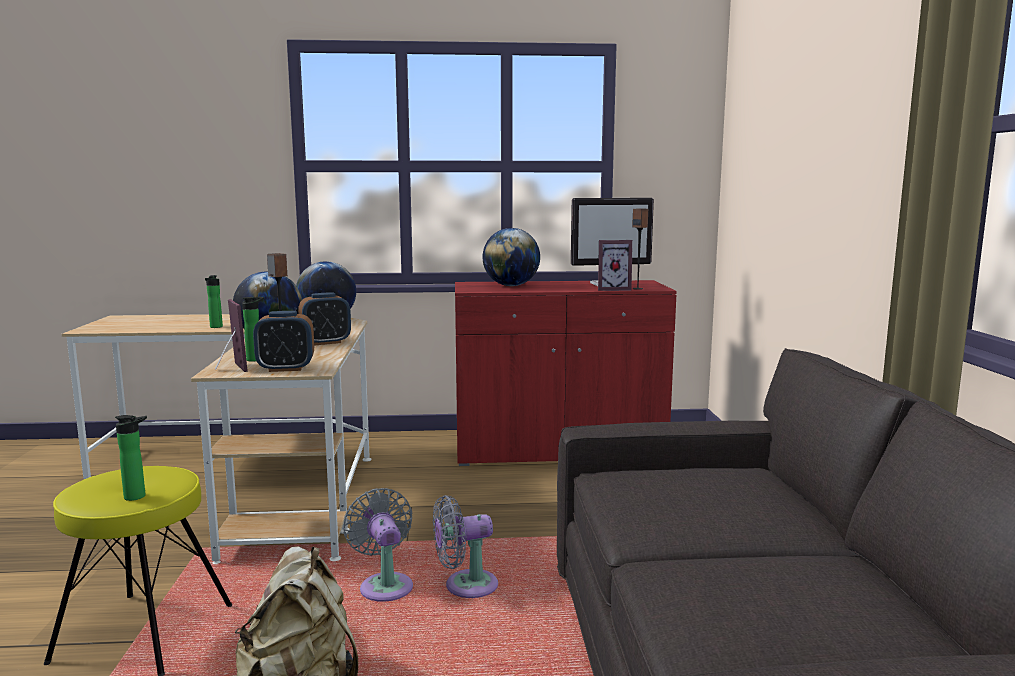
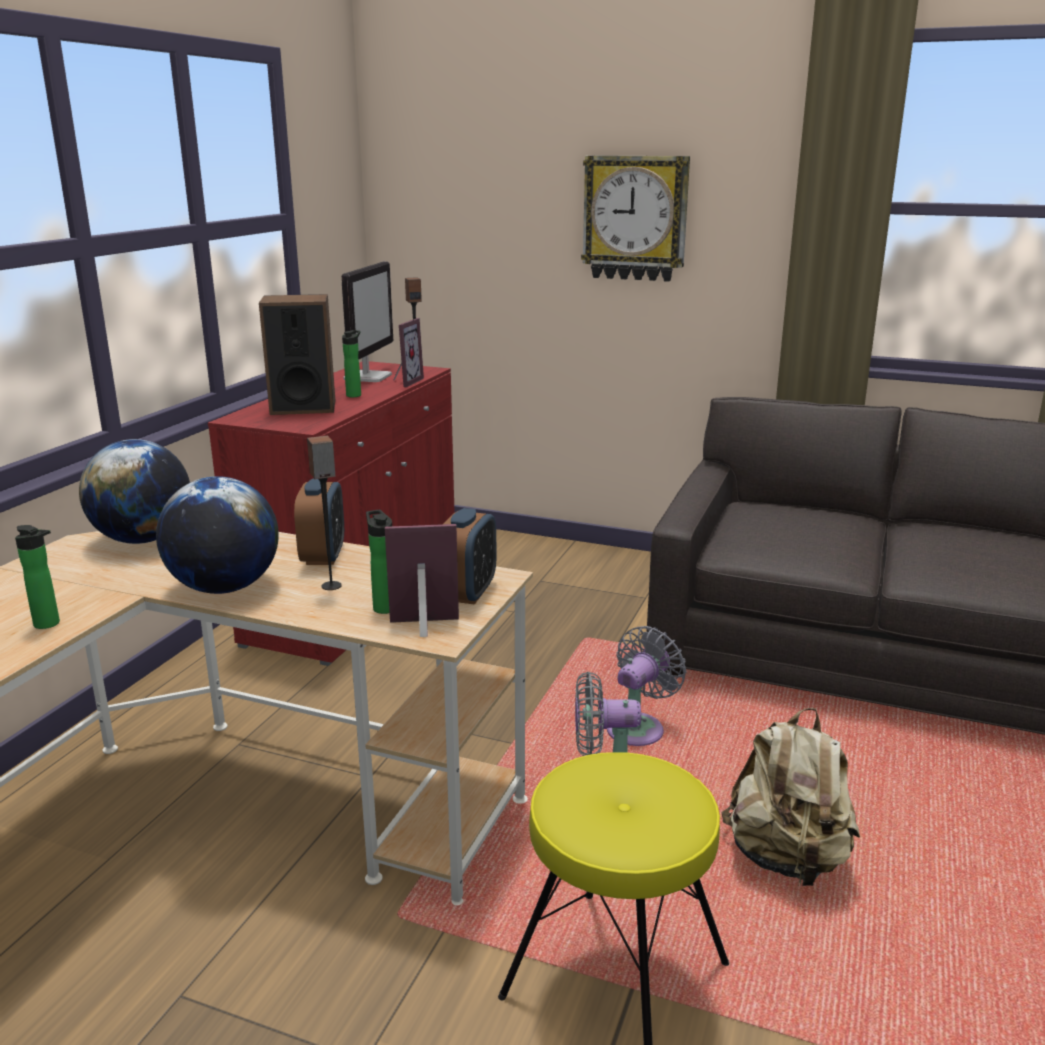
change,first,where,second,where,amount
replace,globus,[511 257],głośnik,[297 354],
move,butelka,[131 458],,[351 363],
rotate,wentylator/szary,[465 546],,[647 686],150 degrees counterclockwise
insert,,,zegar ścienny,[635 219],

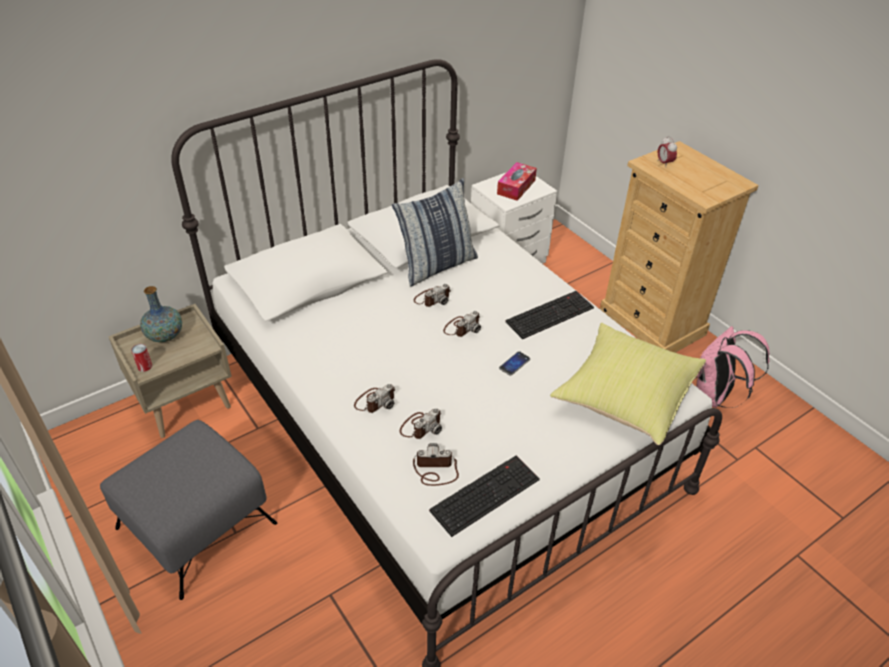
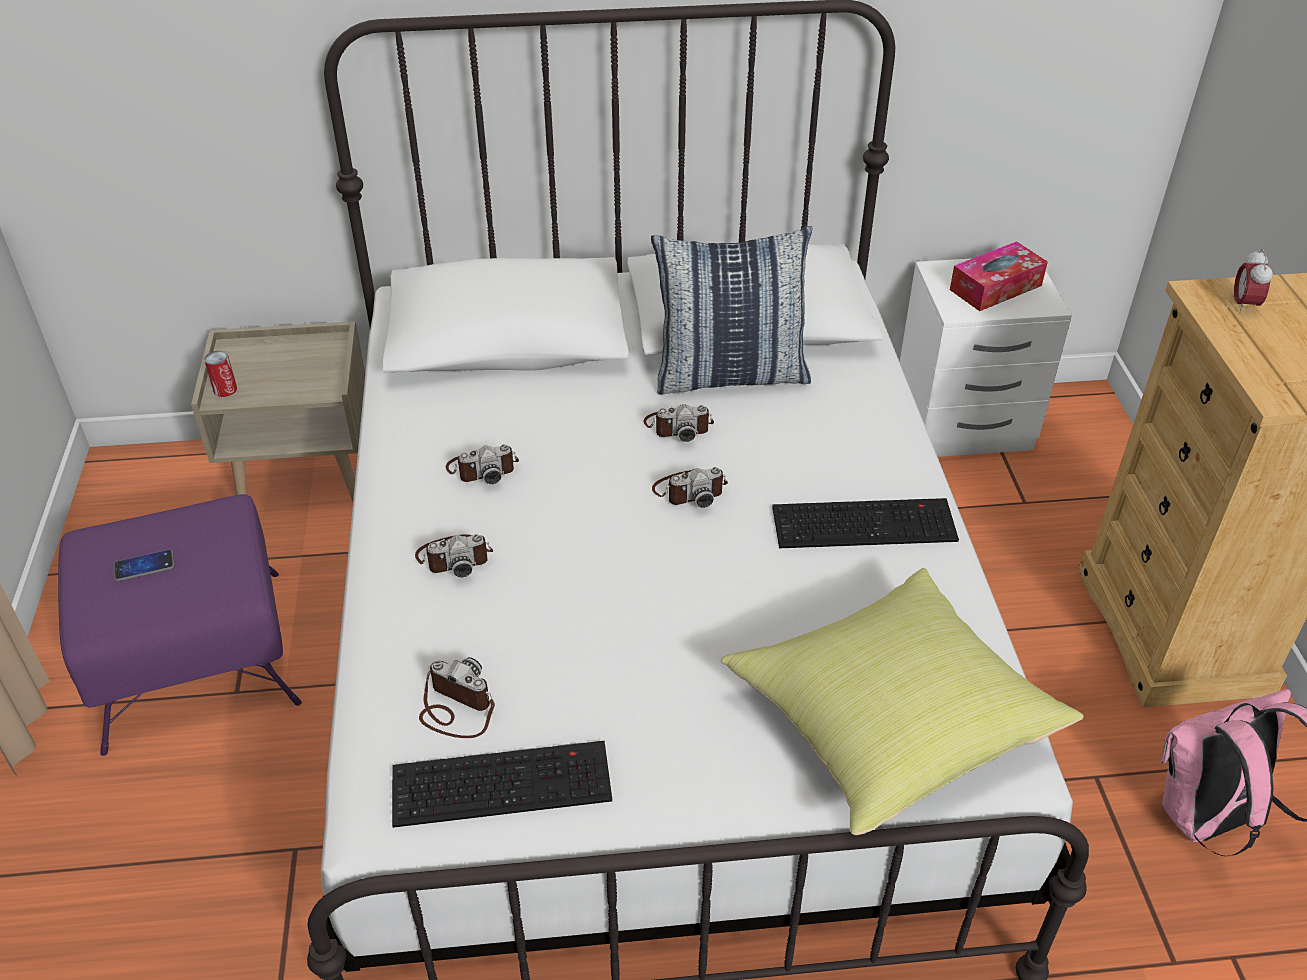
change,first,where,second,where,amount
delete,wazon,[161 314],,,
move,telefon,[514 363],,[144 565],
move,aparat fotograficzny,[421 423],,[482 464],
recolor,pufa/szary,[188 510],pufa/fioletowy,[180 625],

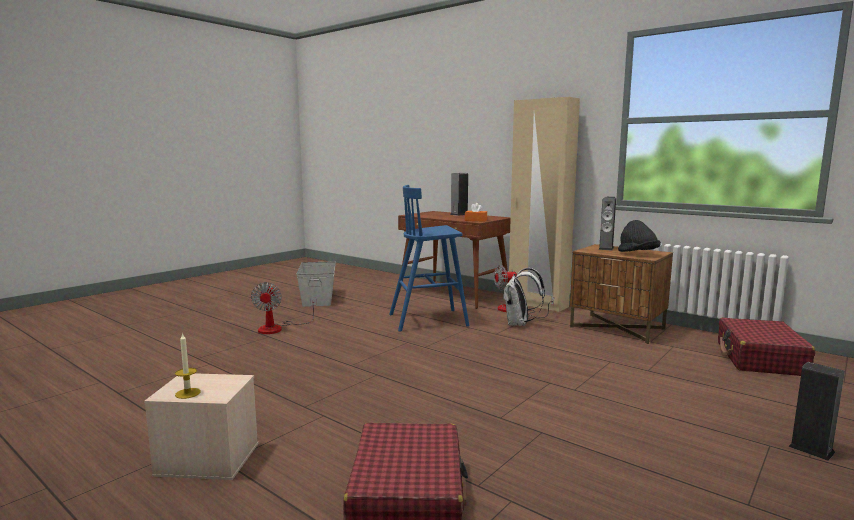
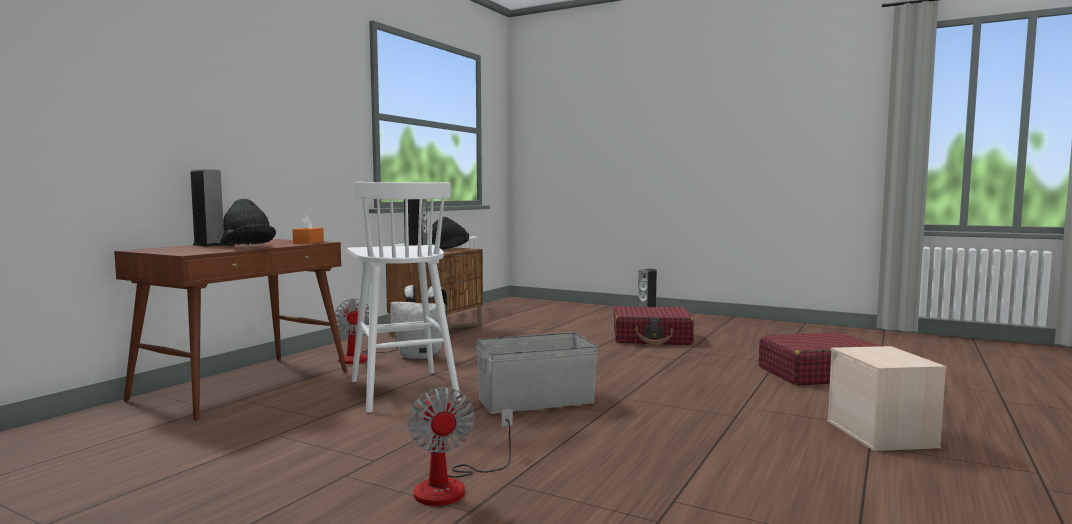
change,first,where,second,where,amount
delete,szafa/beżowy,[544 204],,,
recolor,stołek/niebieski,[429 258],stołek/biały,[404 297],
move,pojemnik do przechowywania/szary,[316 284],,[537 373],
rotate,wentylator,[283 308],,[460 446],90 degrees clockwise
move,walizka/czerwony,[766 347],,[653 325],
delete,świeca,[188 366],,,
insert,,,kapelusz/czarny,[248 222],

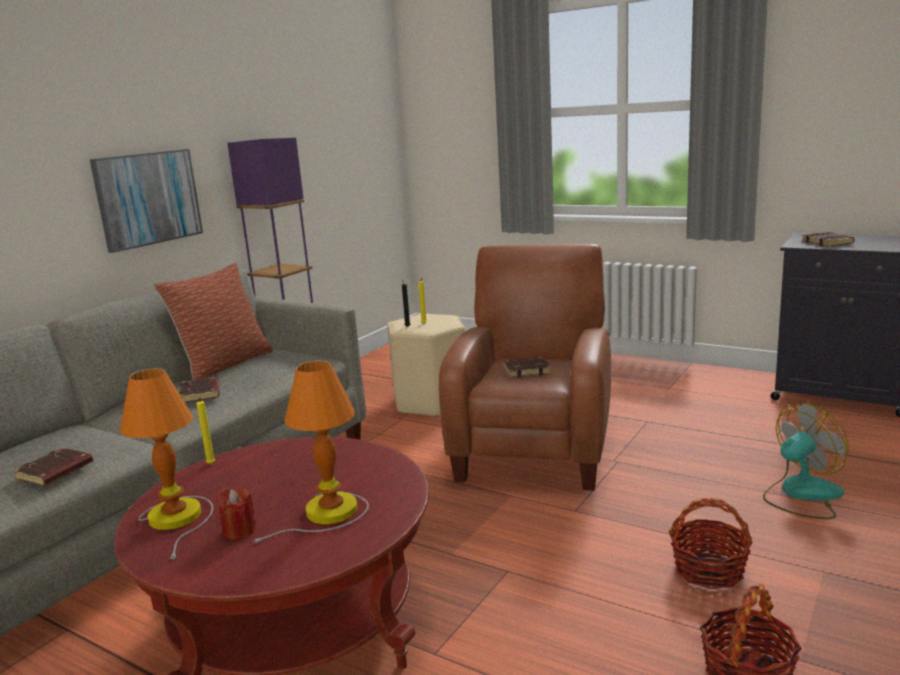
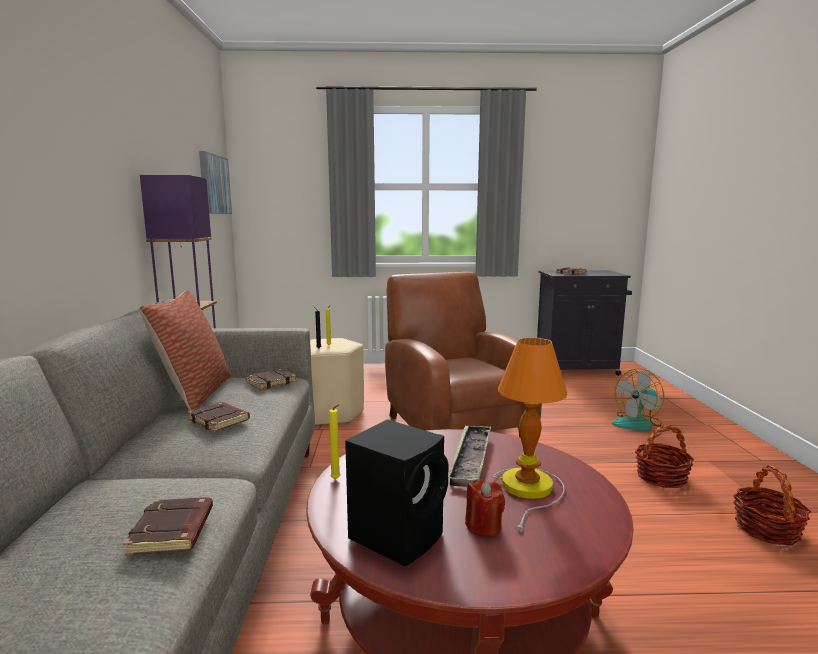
change,first,where,second,where,amount
move,obraz,[146 201],,[215 182],
move,książka/brązowy,[527 367],,[271 379],
replace,lampa stołowa,[166 464],głośnik/czarny,[396 493],
rotate,wentylator,[806 461],,[638 400],150 degrees counterclockwise
insert,,,taca,[469 456],

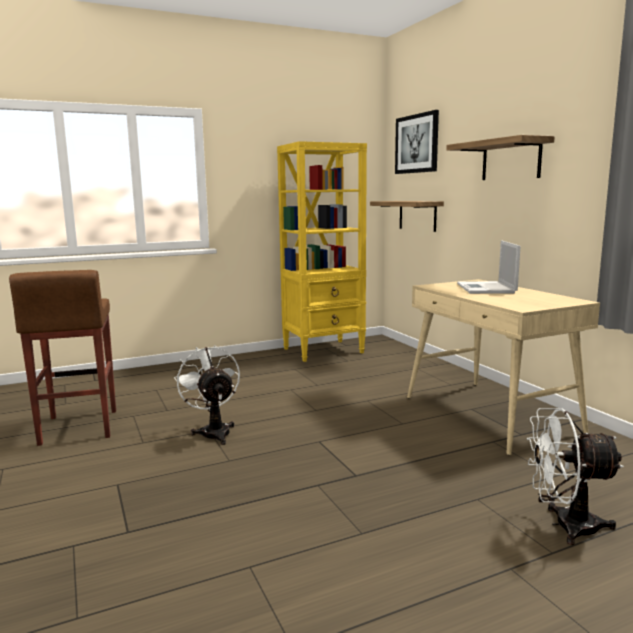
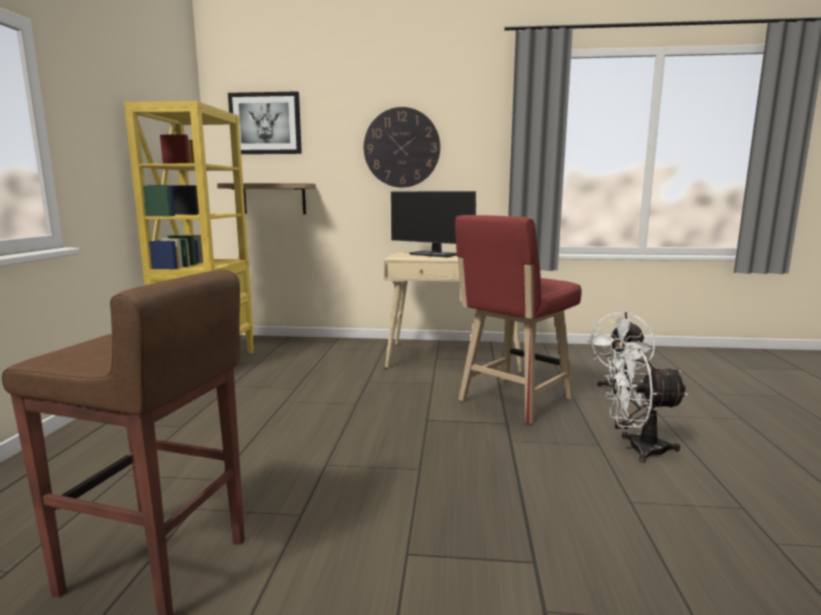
change,first,where,second,where,amount
replace,półka,[500 157],zegar ścienny,[402 147],
replace,laptop,[489 267],monitor,[433 224],
move,wentylator/biały,[207 395],,[646 405],
insert,,,stołek/czerwony,[518 320],

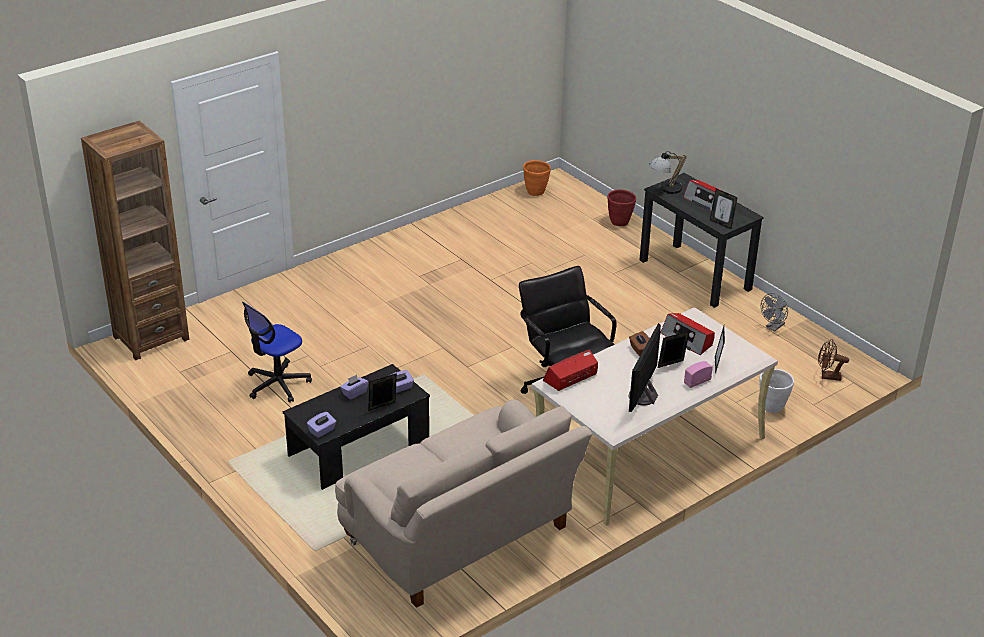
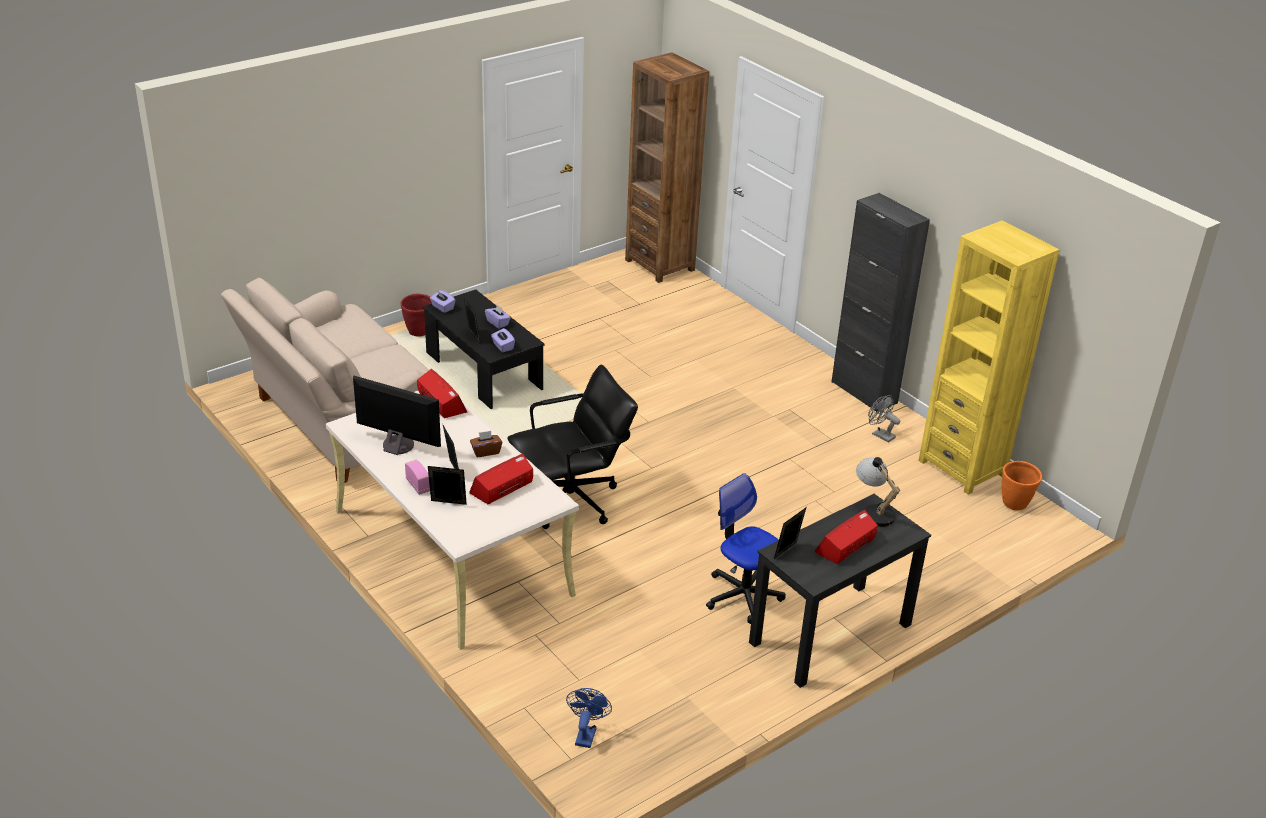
change,first,where,second,where,amount
move,donica/czerwony,[622 207],,[416 315],
move,wentylator/szary,[774 312],,[884 419],
move,krzesło biurowe,[277 352],,[746 548],
recolor,wentylator/brązowy,[833 360],wentylator/niebieski,[589 718],
delete,donica/biały,[776 391],,,
insert,,,szafka/czarny,[880 302],
insert,,,regał/żółty,[988 358],

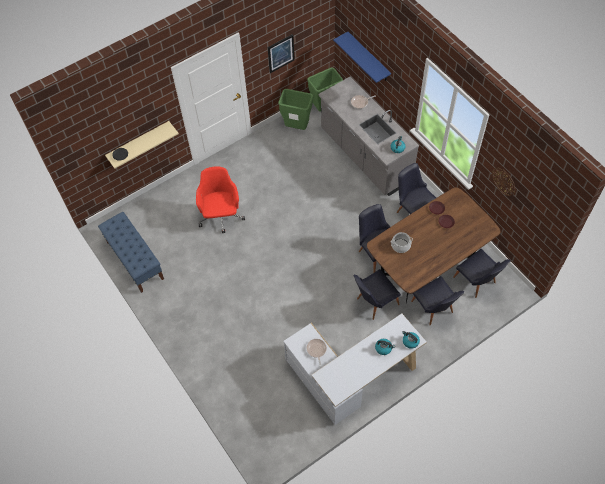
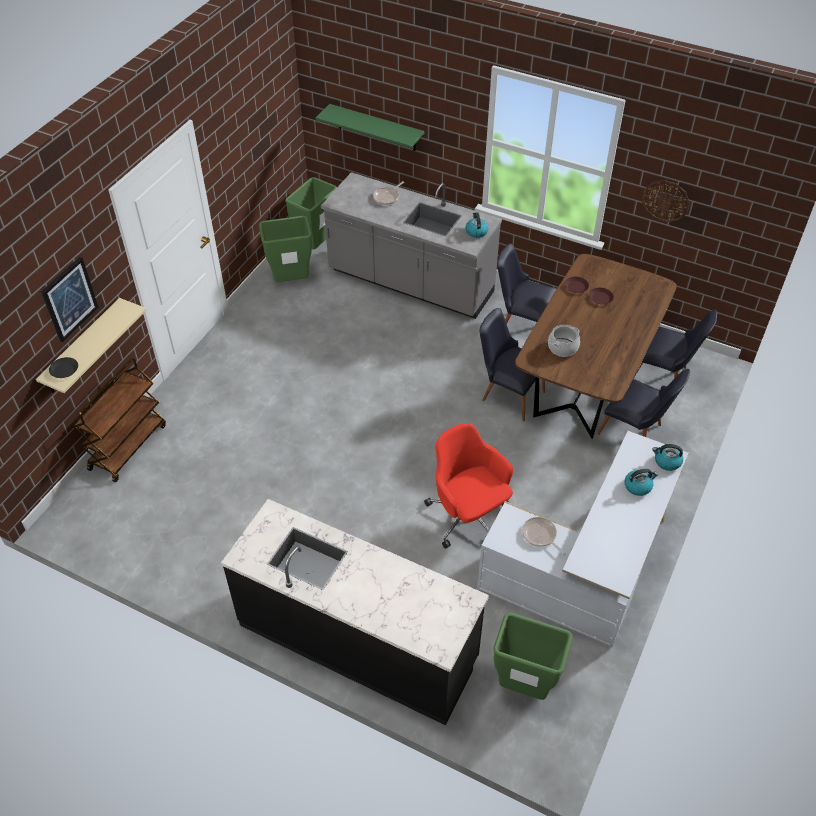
change,first,where,second,where,amount
recolor,półka/niebieski,[362 57],półka/zielony,[370 127],
move,obraz,[281 53],,[70 299],
move,krzesło biurowe/czerwony,[220 200],,[468 486],
delete,ławka/niebieski,[131 252],,,
delete,krzesło/czarny,[377 294],,,
insert,,,wózek/brązowy,[119 420],
insert,,,zabudowa kuchenna/czarny,[355 612],
insert,,,kosz na śmieci/zielony,[533 656],

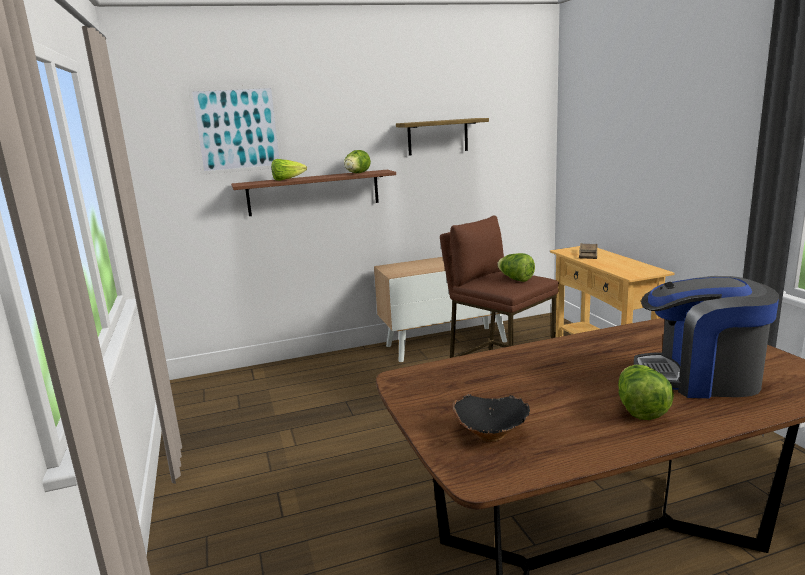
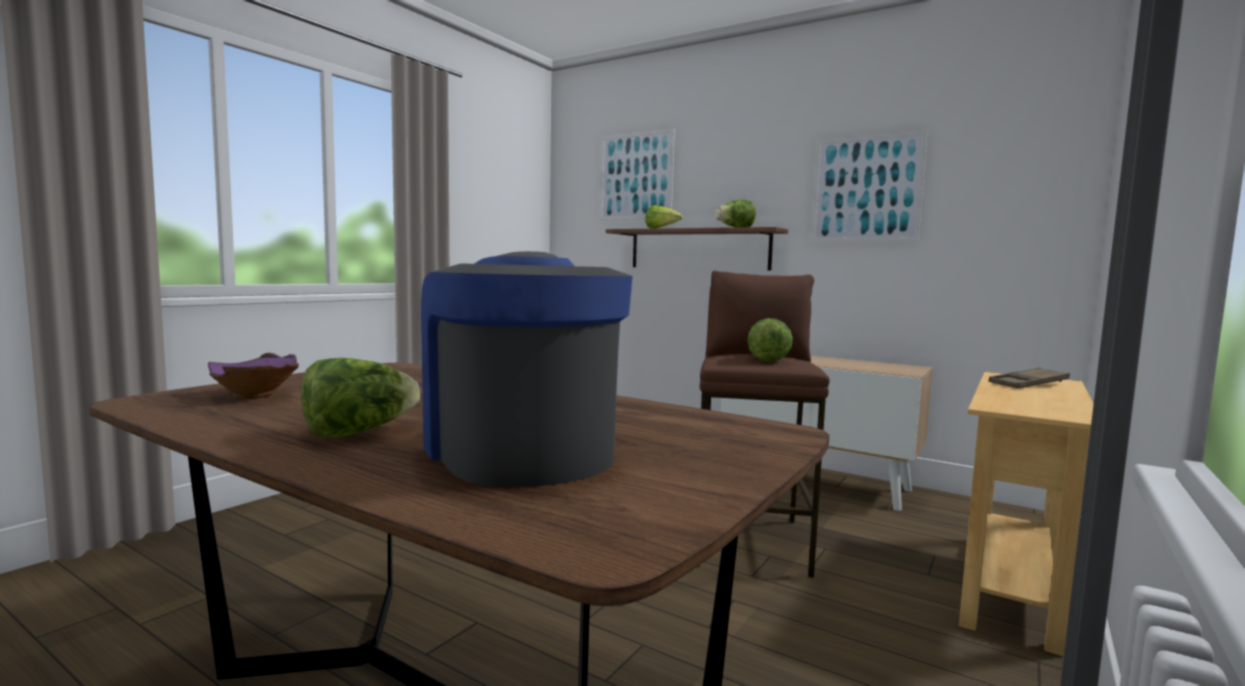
change,first,where,second,where,amount
replace,półka,[442 137],obraz,[869 186],
recolor,miska/czarny,[491 418],miska/fioletowy,[253 376],

